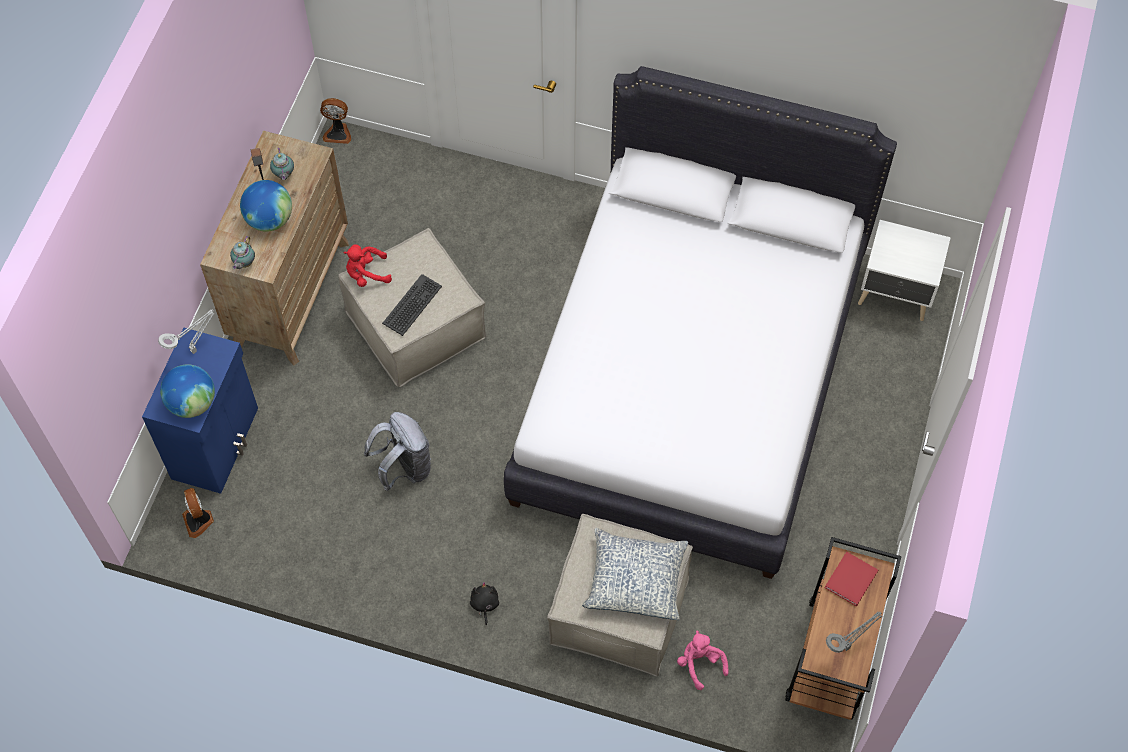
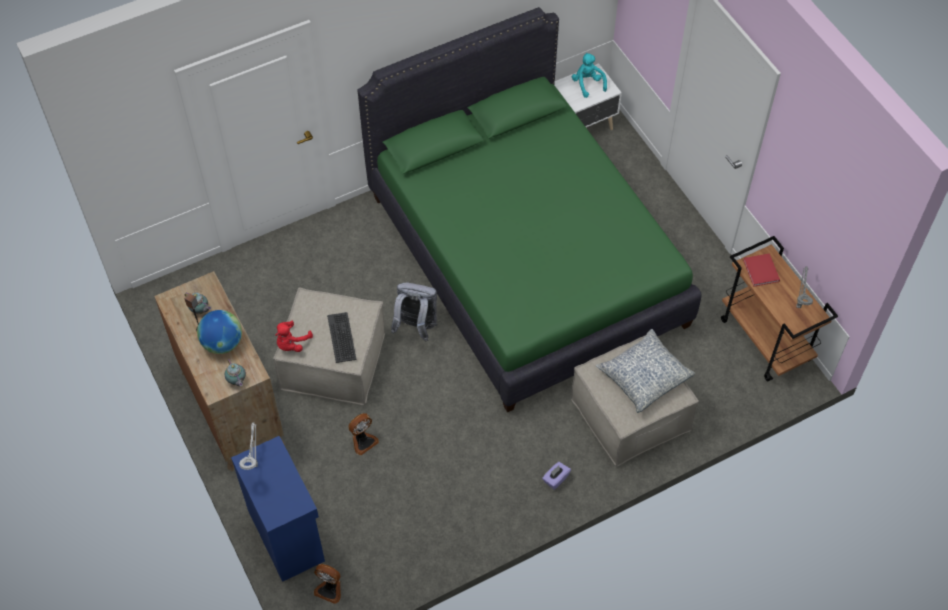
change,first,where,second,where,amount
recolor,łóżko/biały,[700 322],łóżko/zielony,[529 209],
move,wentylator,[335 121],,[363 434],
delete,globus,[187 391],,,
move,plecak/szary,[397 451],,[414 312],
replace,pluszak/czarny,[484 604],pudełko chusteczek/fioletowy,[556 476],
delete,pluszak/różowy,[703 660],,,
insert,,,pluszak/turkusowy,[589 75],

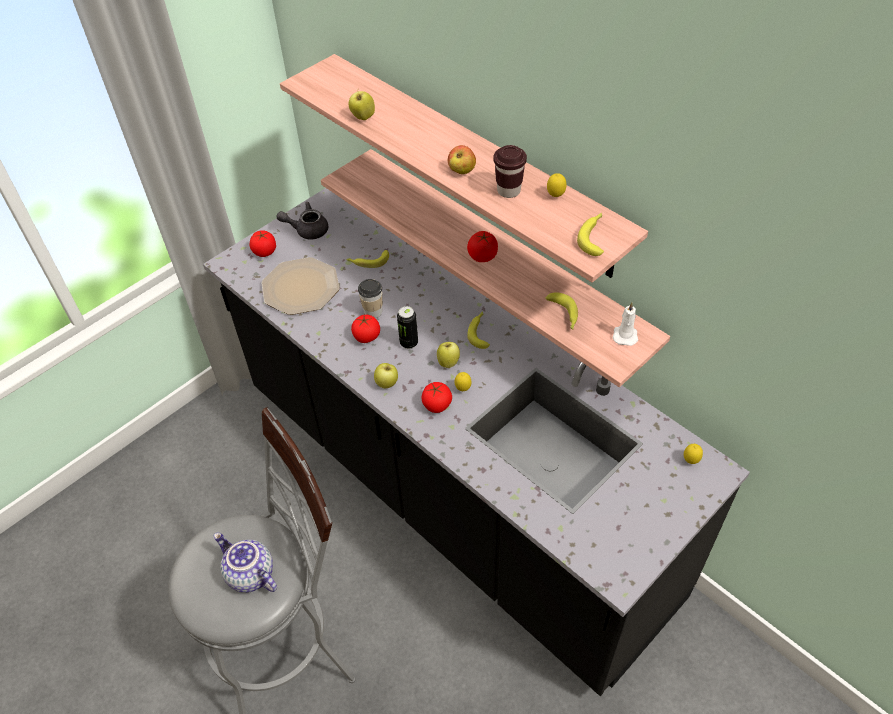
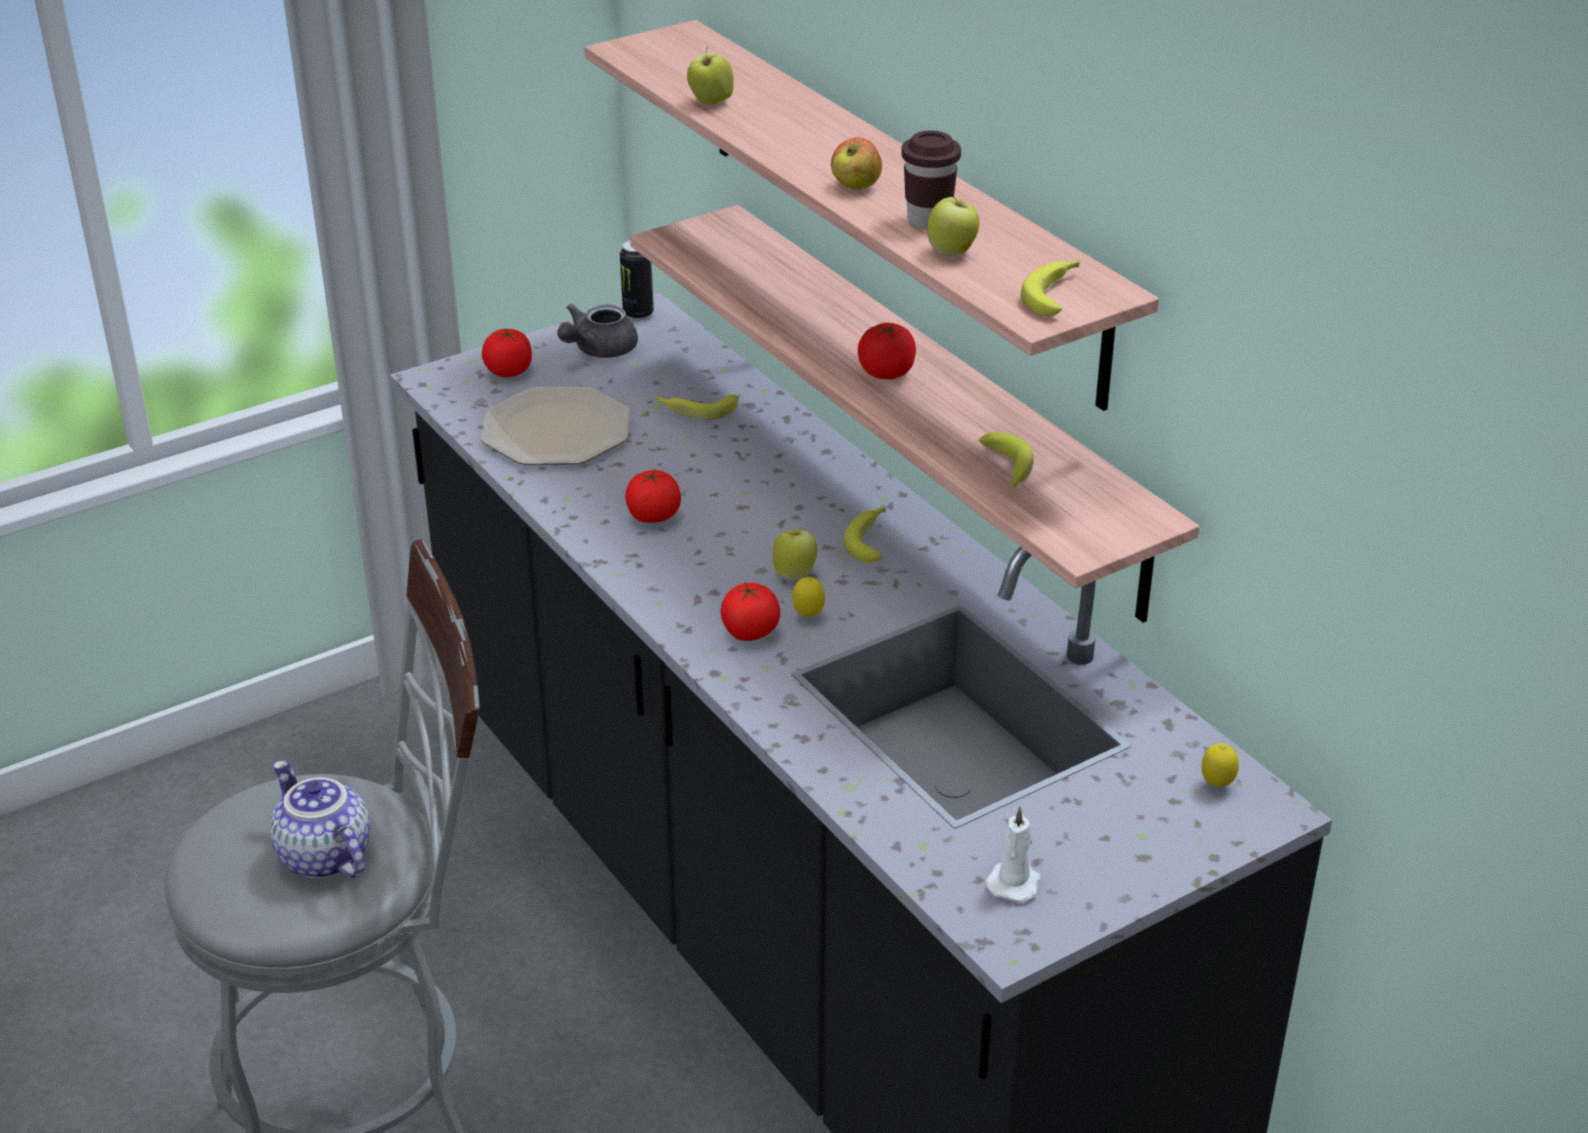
change,first,where,second,where,amount
delete,cytryna,[557 185],,,
rotate,imbryk/szary,[302 221],,[597 331],60 degrees counterclockwise
delete,filiżanka,[370 298],,,
move,świeca/biały,[625 324],,[1012 854],
move,puszka,[407 327],,[637 280],
move,jabłko,[386 375],,[953 226],

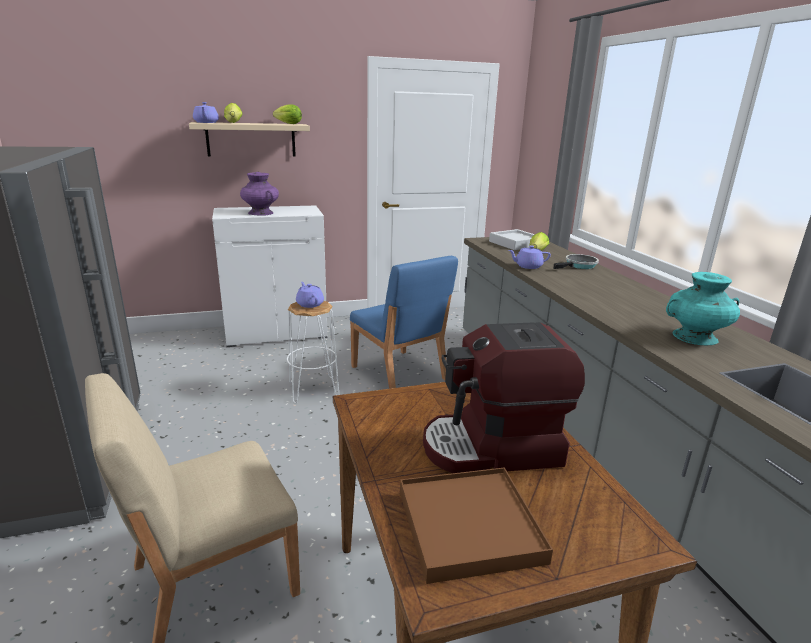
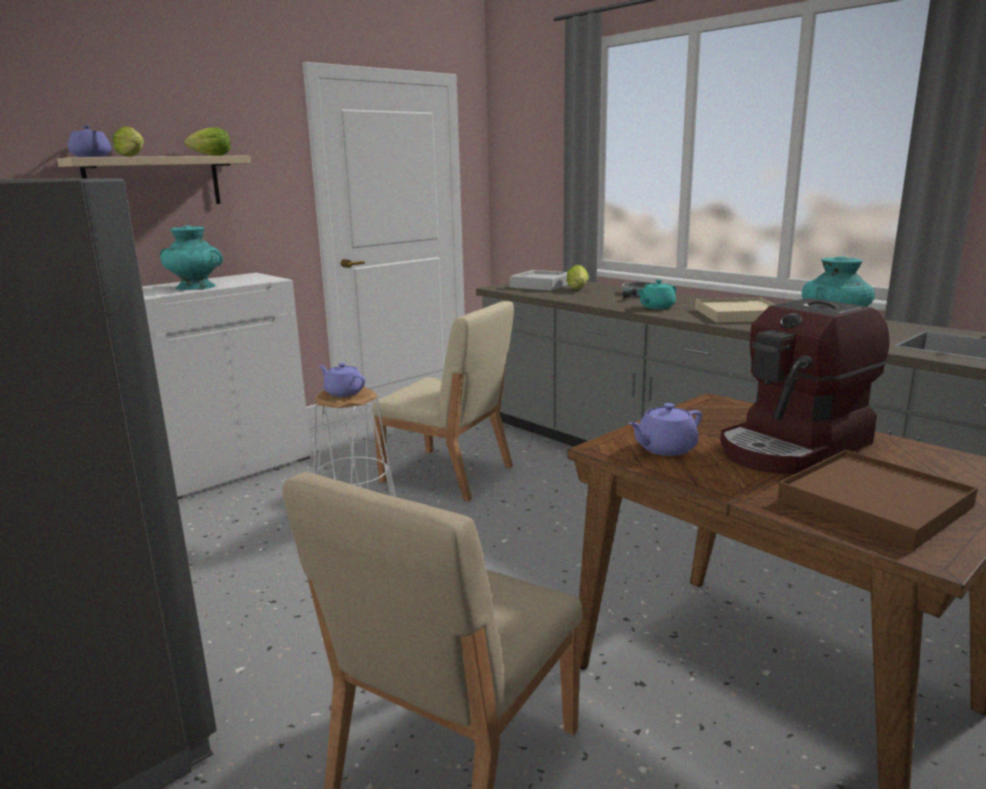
change,first,where,second,where,amount
recolor,wazon/fioletowy,[259 194],wazon/turkusowy,[191 257],
move,imbryk/fioletowy,[530 257],,[665 429],
recolor,krzesło/niebieski,[404 322],krzesło/beżowy,[443 401],
insert,,,imbryk/turkusowy,[657 294],
insert,,,taca/beżowy,[735 310],

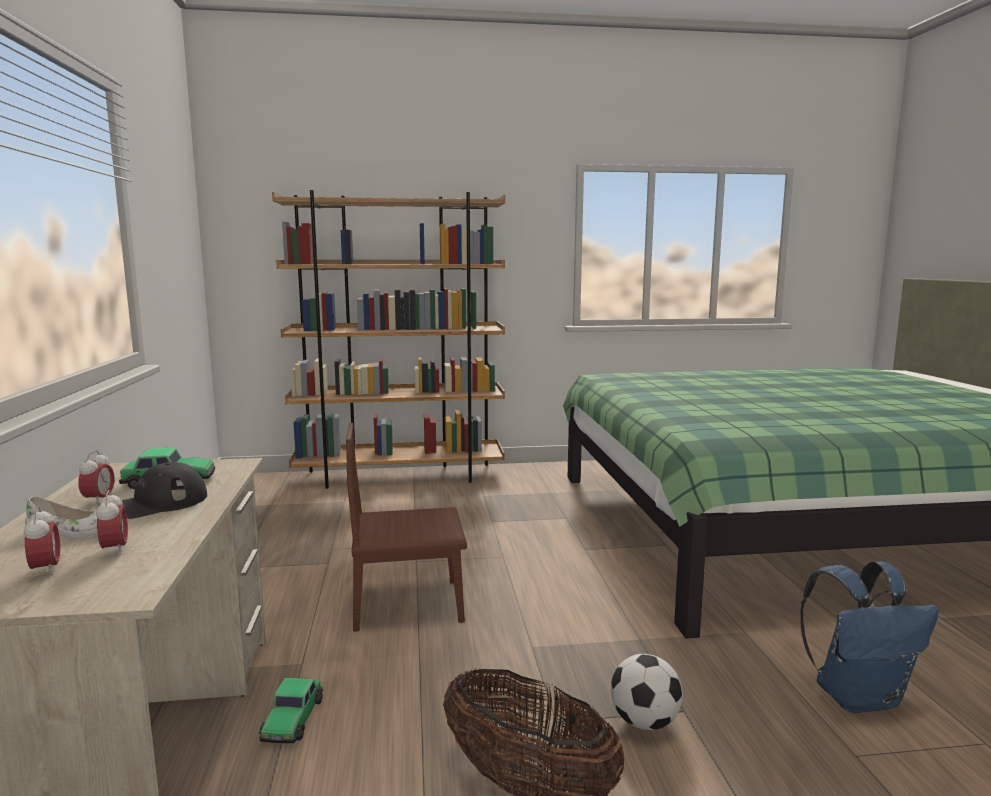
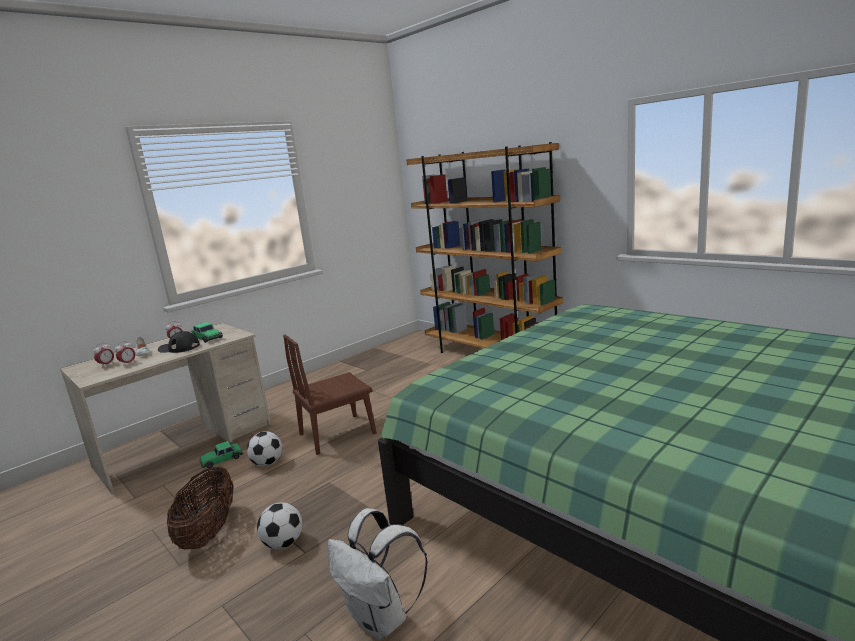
change,first,where,second,where,amount
rotate,krzesło/brązowy,[406 527],,[330 395],75 degrees counterclockwise
recolor,plecak/niebieski,[869 637],plecak/biały,[378 573],
insert,,,piłka futbolowa,[264 448],

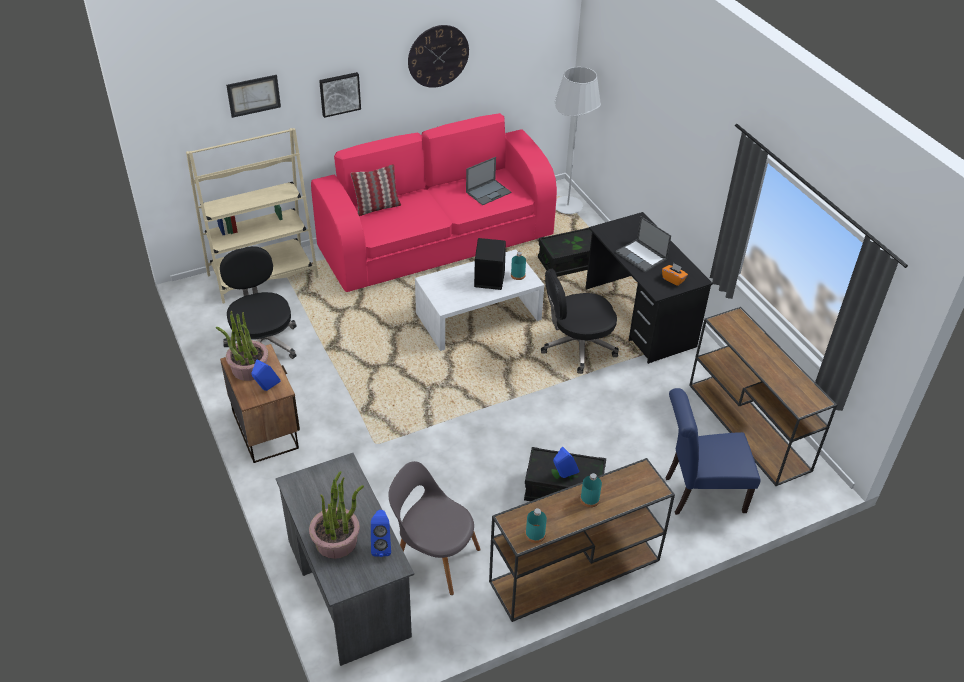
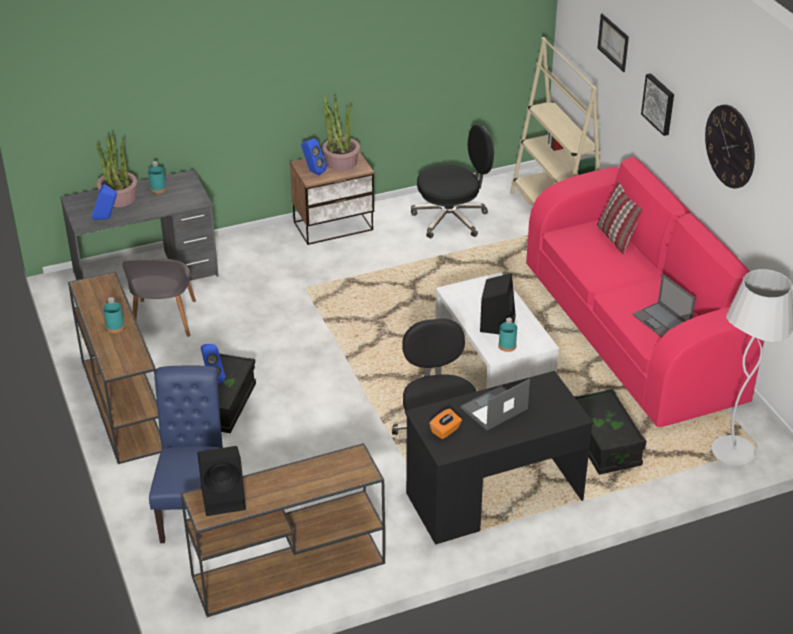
change,first,where,second,where,amount
rotate,krzesło/szary,[434 528],,[159 298],150 degrees clockwise
move,butelka/turkusowy,[536 525],,[157 177],
insert,,,głośnik/czarny,[221 481],

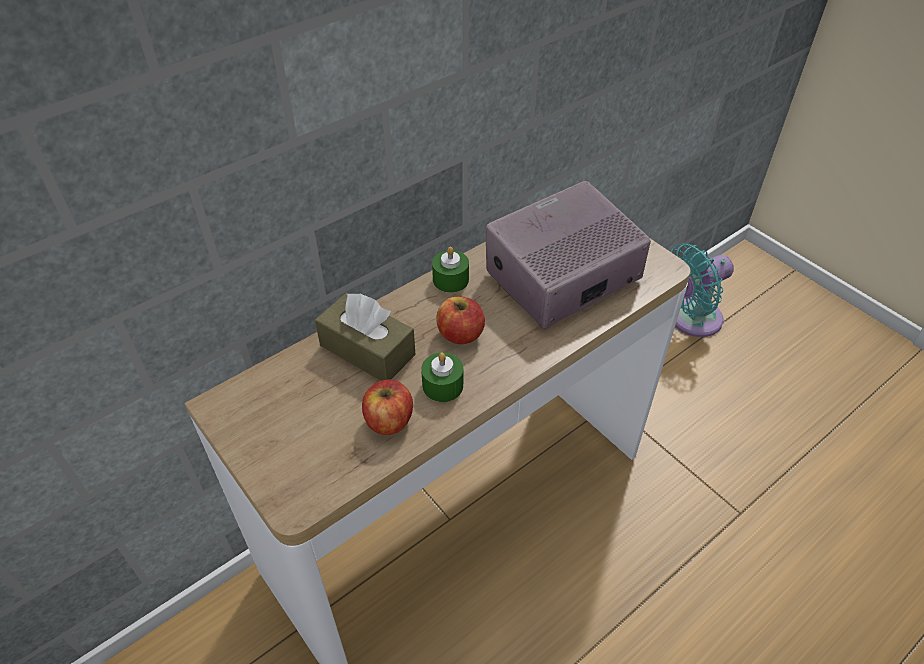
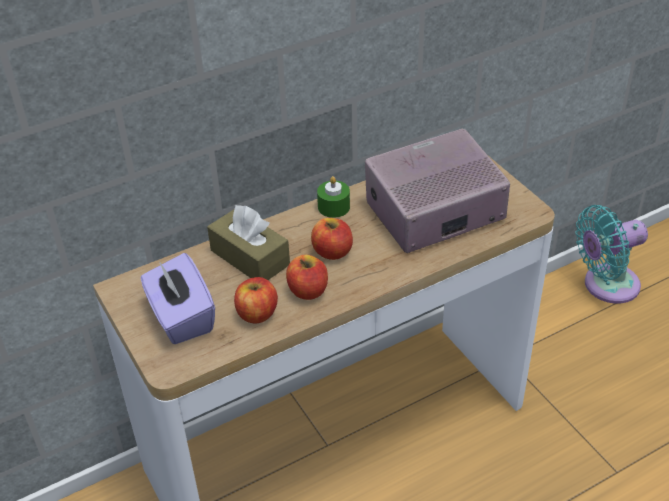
change,first,where,second,where,amount
replace,świeca/zielony,[442 377],jabłko,[307 277],
insert,,,pudełko chusteczek/fioletowy,[177 298],

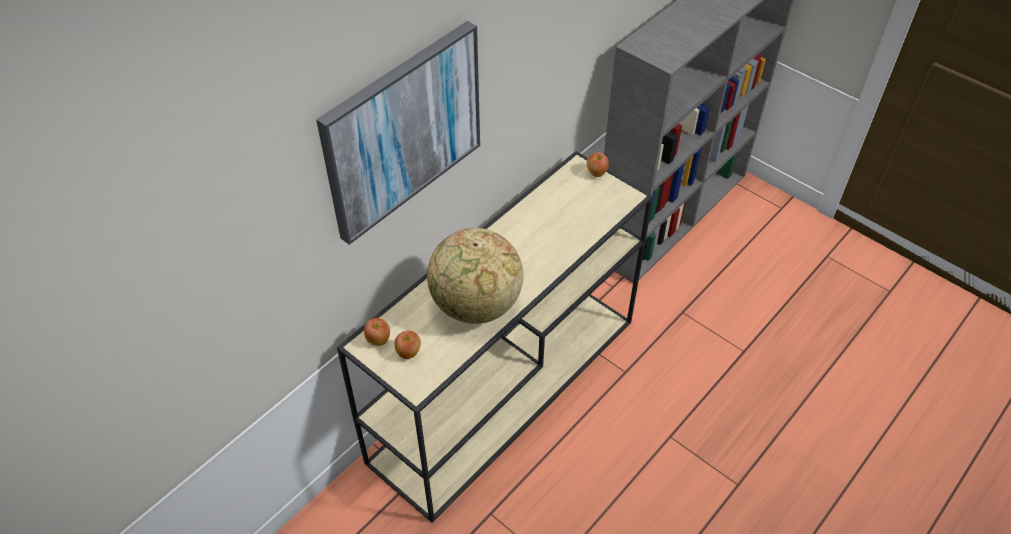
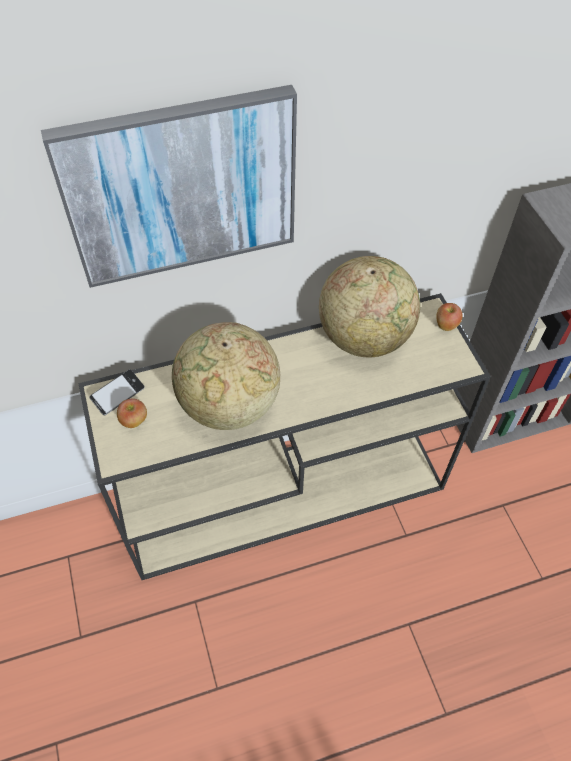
change,first,where,second,where,amount
replace,jabłko,[377 332],telefon,[117 392],
insert,,,globus,[369 307],

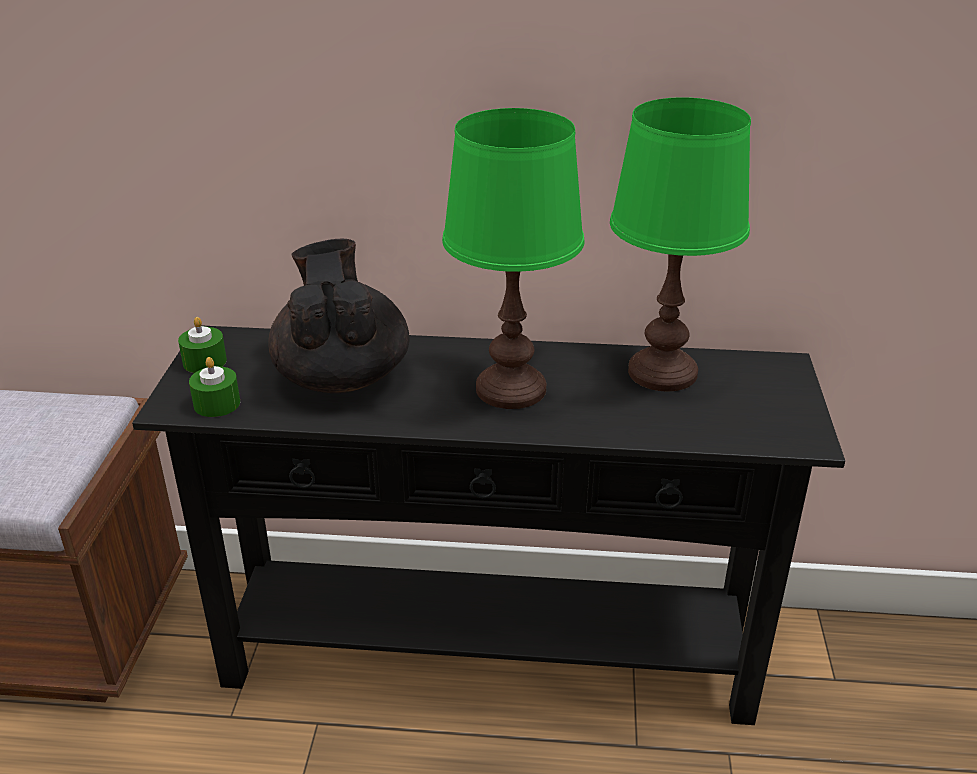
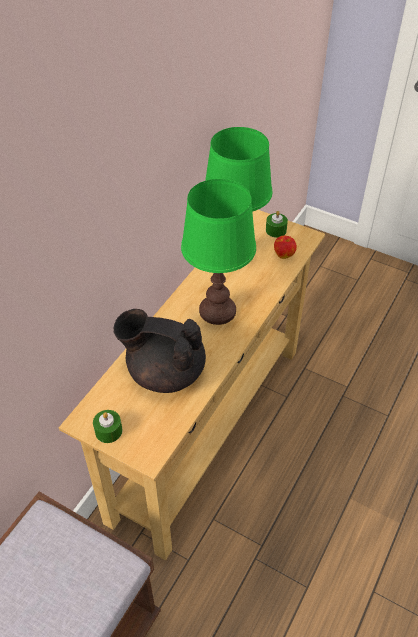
change,first,where,second,where,amount
recolor,stolik konsolowy/czarny,[488 525],stolik konsolowy/beżowy,[192 385],
move,świeca/zielony,[214 387],,[277 224],
insert,,,jabłko,[285 247],

